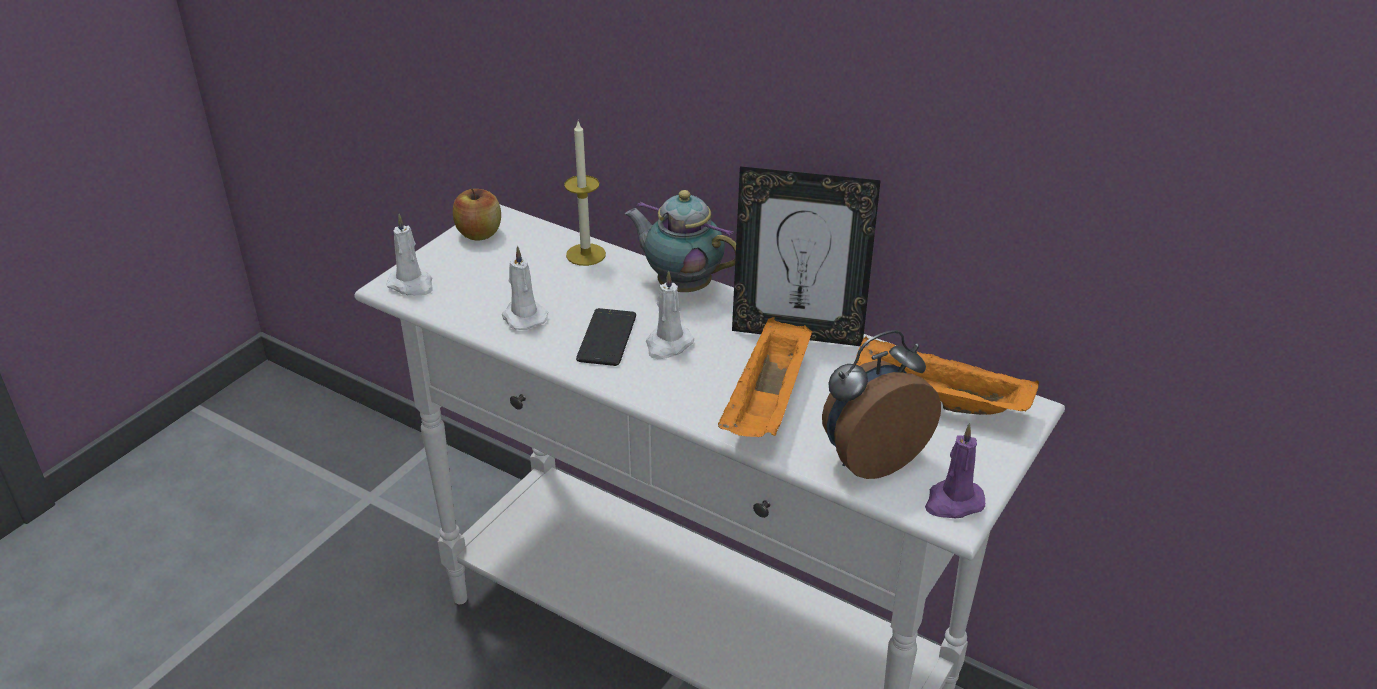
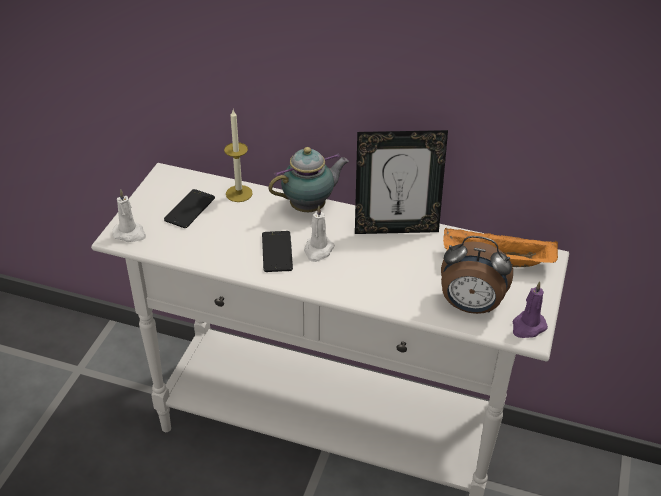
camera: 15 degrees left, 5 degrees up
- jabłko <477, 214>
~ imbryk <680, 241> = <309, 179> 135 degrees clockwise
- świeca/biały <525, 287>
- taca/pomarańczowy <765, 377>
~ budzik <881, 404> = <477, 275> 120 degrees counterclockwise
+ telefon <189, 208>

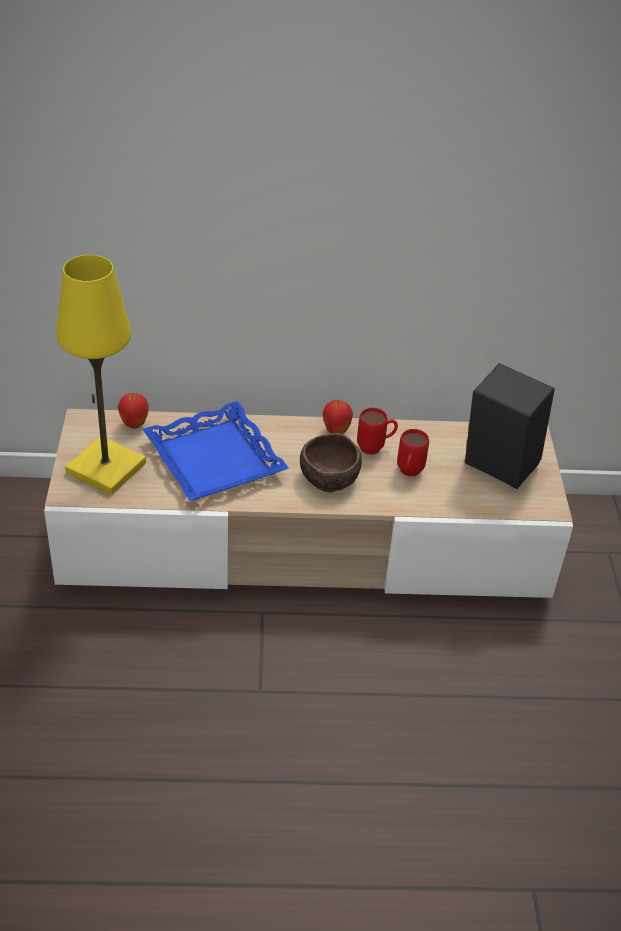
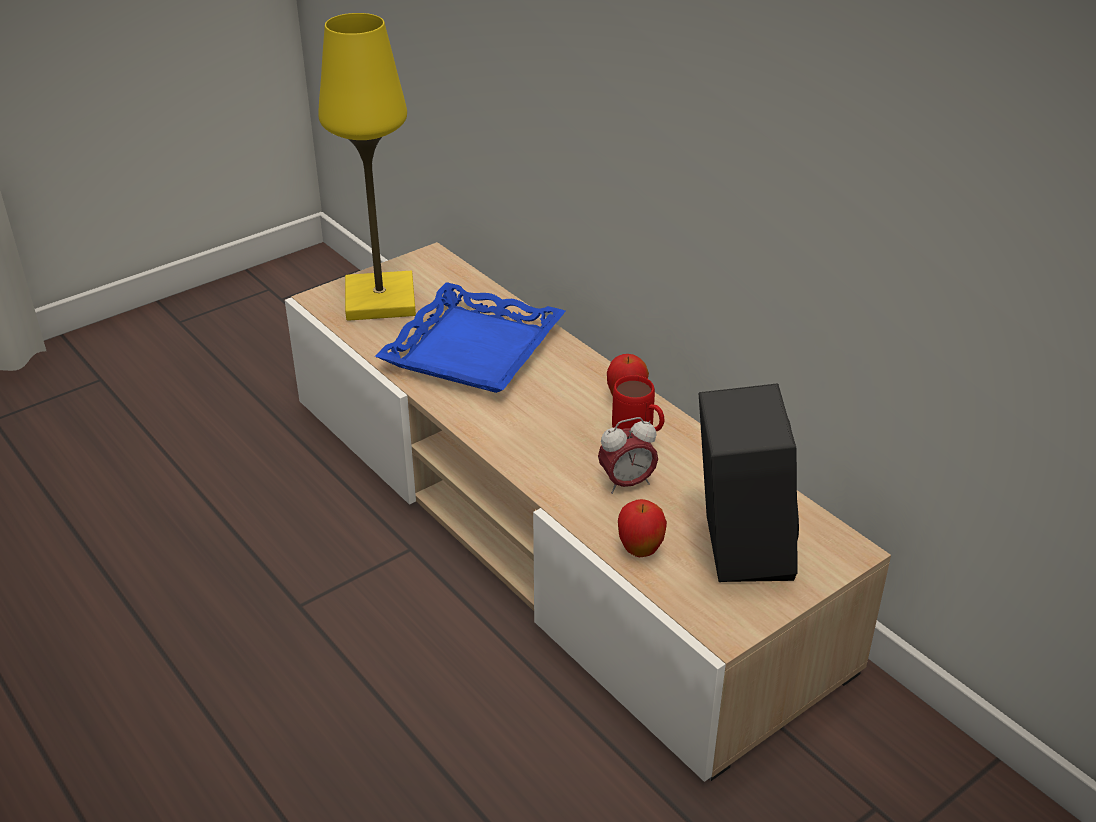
camera: 55 degrees right, 5 degrees down
~ jabłko <133, 411> to <642, 528>
~ kubek/czerwony <413, 453> to budzik <628, 455>
- miska/brązowy <331, 463>

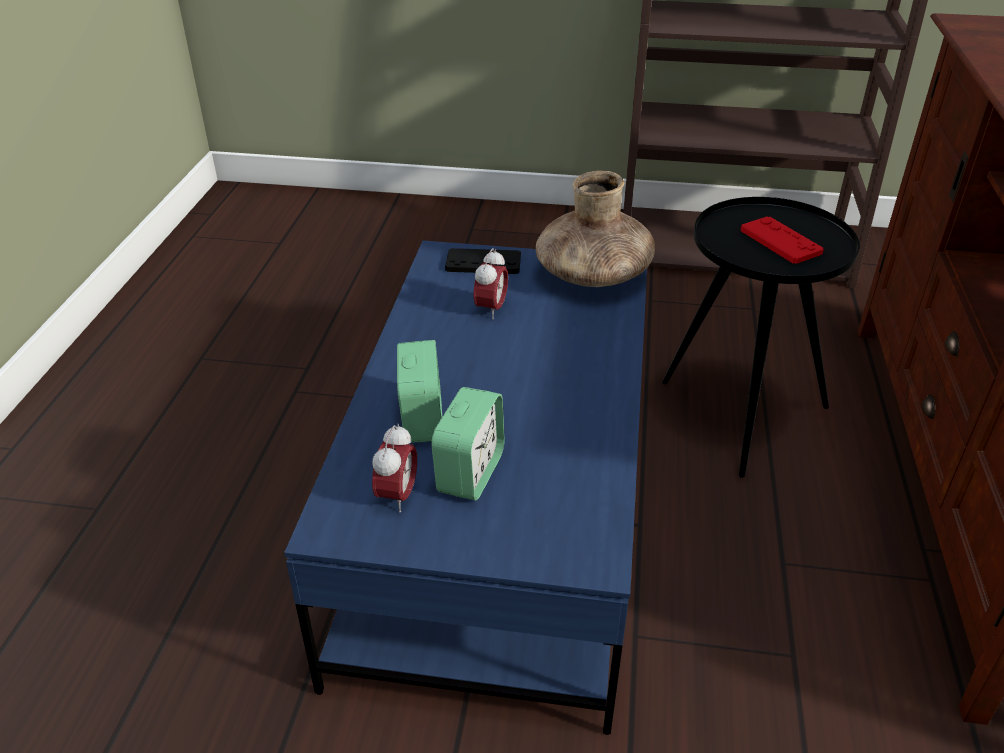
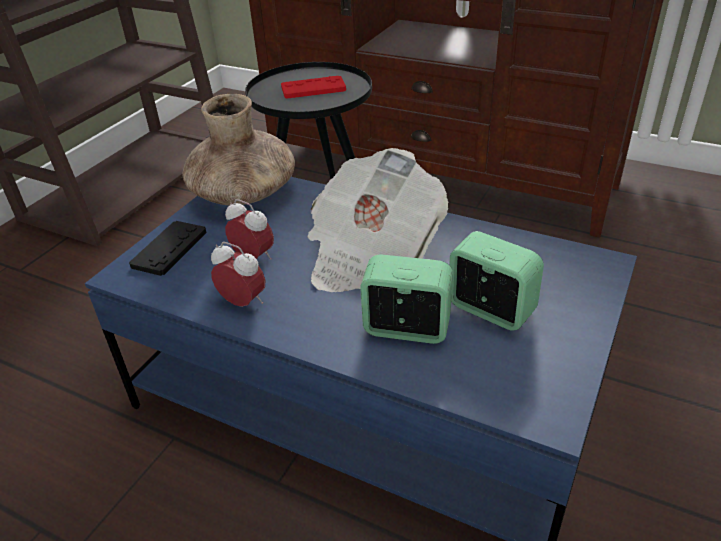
camera: 70 degrees left, 0 degrees up
~ budzik <394, 468> to <238, 274>
+ gazeta <378, 220>

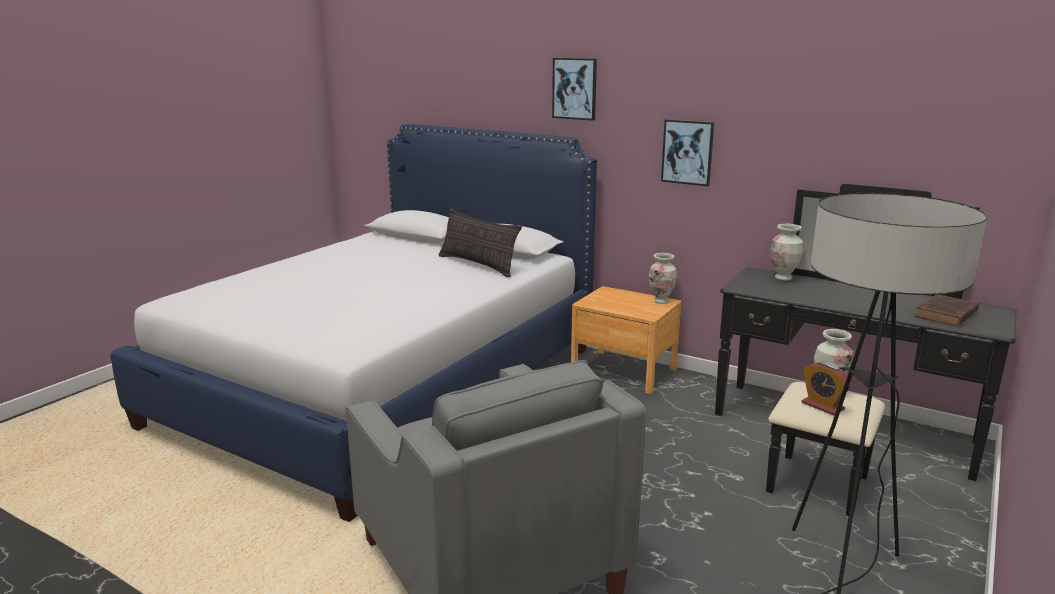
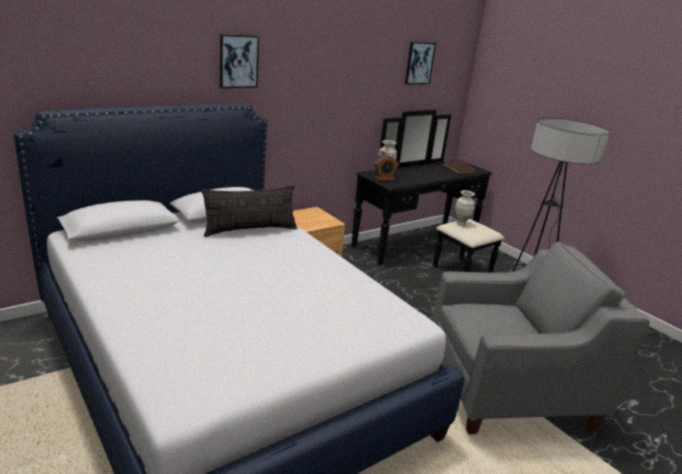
camera: 70 degrees left, 5 degrees up
~ obraz <687, 152> to <420, 63>
- wazon <663, 278>
~ budzik <826, 388> to <387, 168>

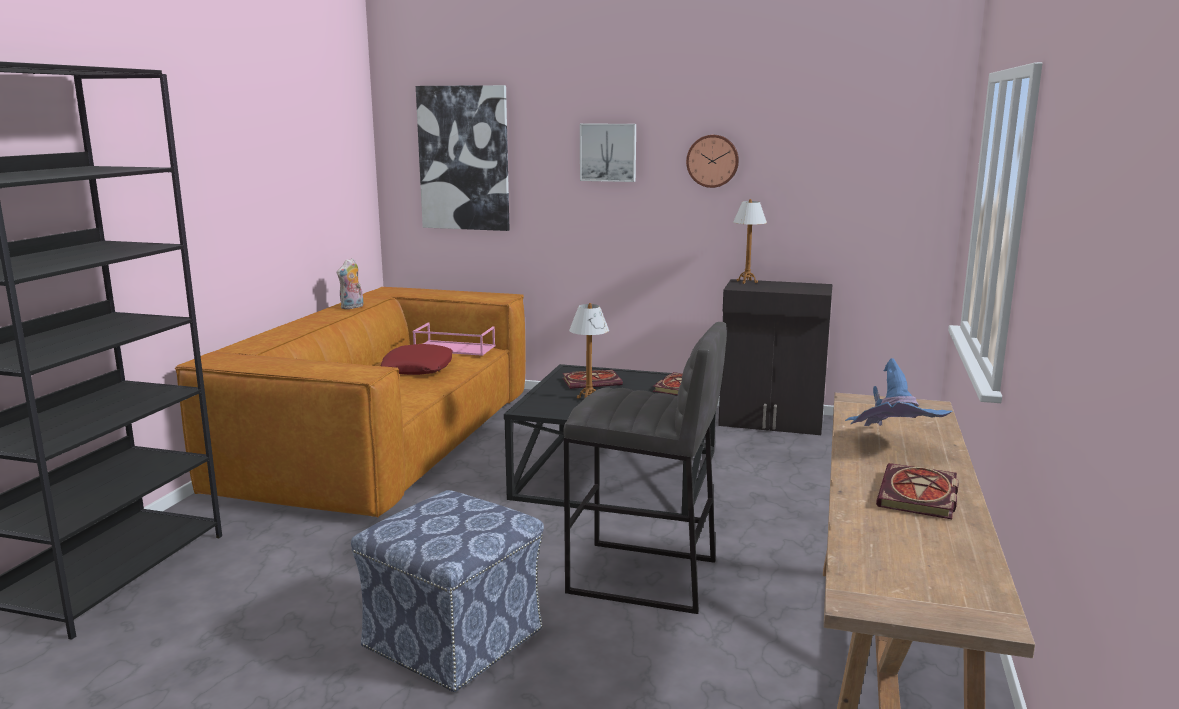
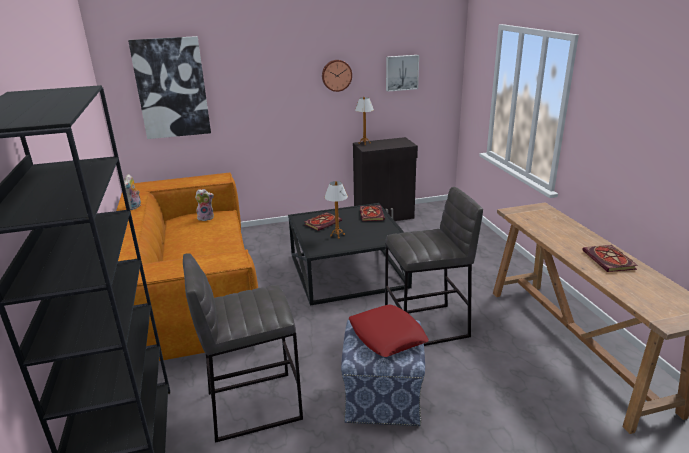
camera: 30 degrees left, 10 degrees up
~ obraz <608, 152> to <402, 73>
~ taca/różowy <454, 339> to pluszak <204, 205>
~ poduszka/czerwony <417, 359> to <389, 331>
- kapelusz/niebieski <899, 392>
+ stołek/szary <243, 348>

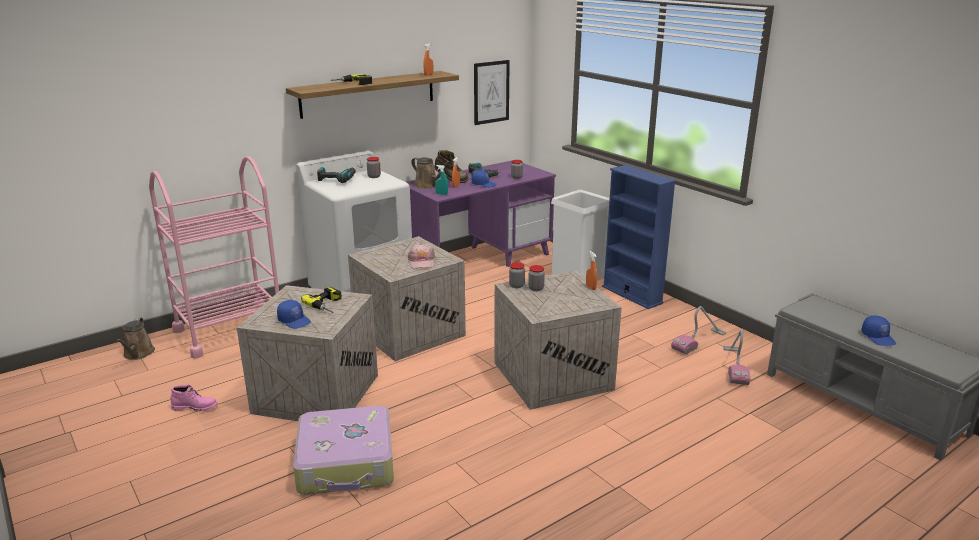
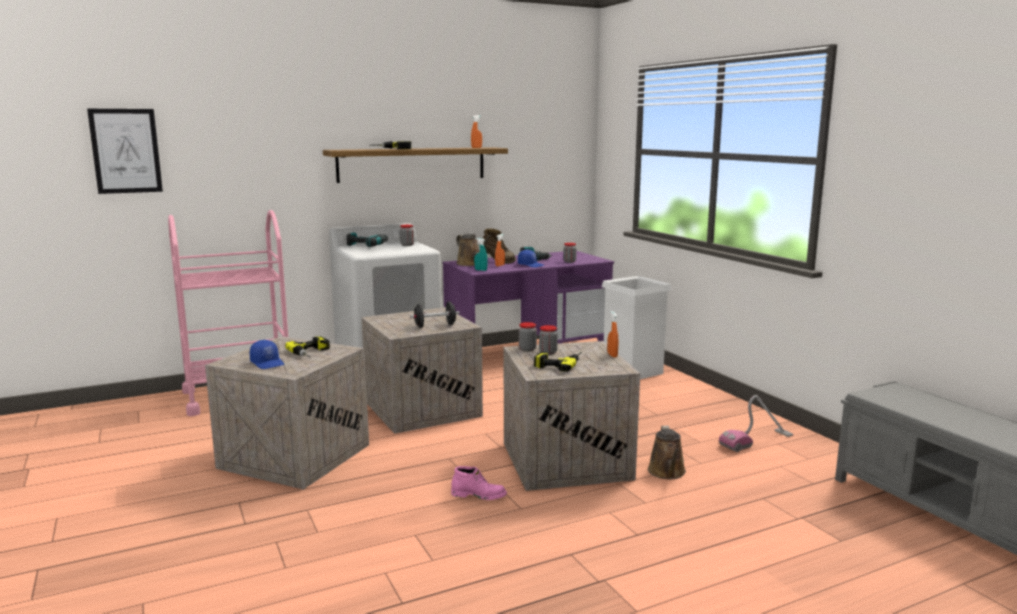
camera: 10 degrees right, 10 degrees down
~ obraz <492, 92> to <125, 151>
- regał/niebieski <639, 237>
~ czapka z daszkiem/różowy <421, 255> to hantel/czarny <434, 315>
- czapka z daszkiem/niebieski <878, 331>
~ konewka/brązowy <135, 338> to <667, 452>
- odkurzacz <736, 357>
~ but z cholewką/różowy <194, 398> to <479, 483>
- walizka <343, 450>
+ wiertarka <558, 362>

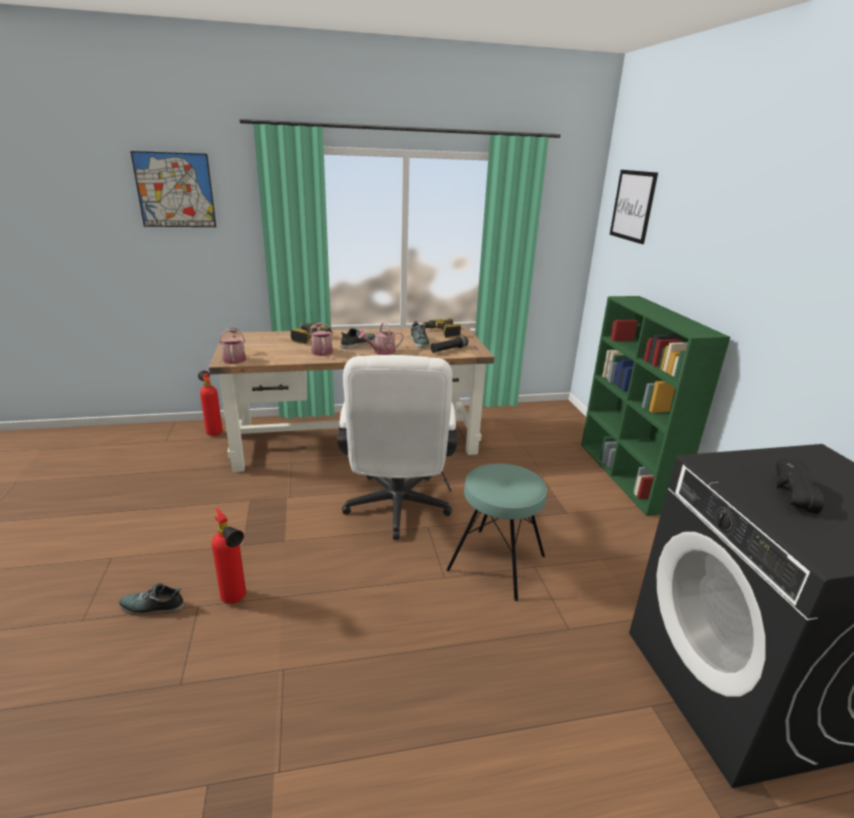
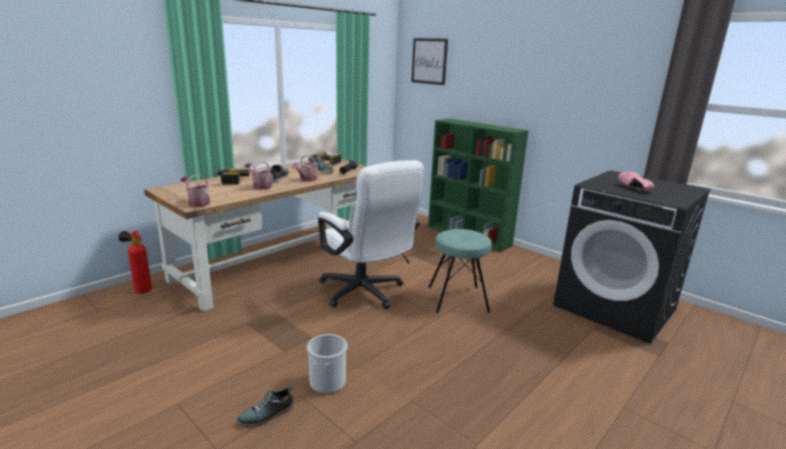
camera: 35 degrees left, 5 degrees down
- obraz <173, 189>
~ but/czarny <800, 486> to but/różowy <636, 182>
~ gaśnica <229, 556> to wiadro <327, 364>

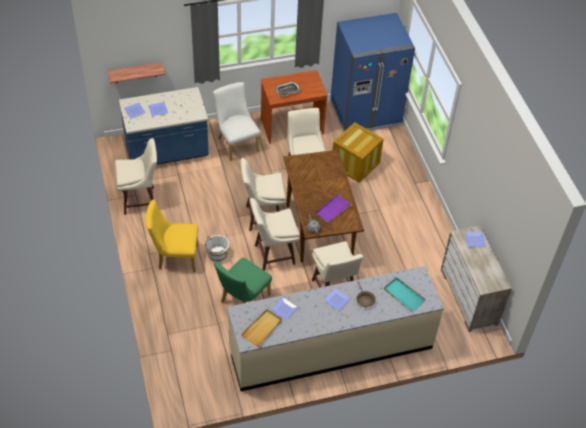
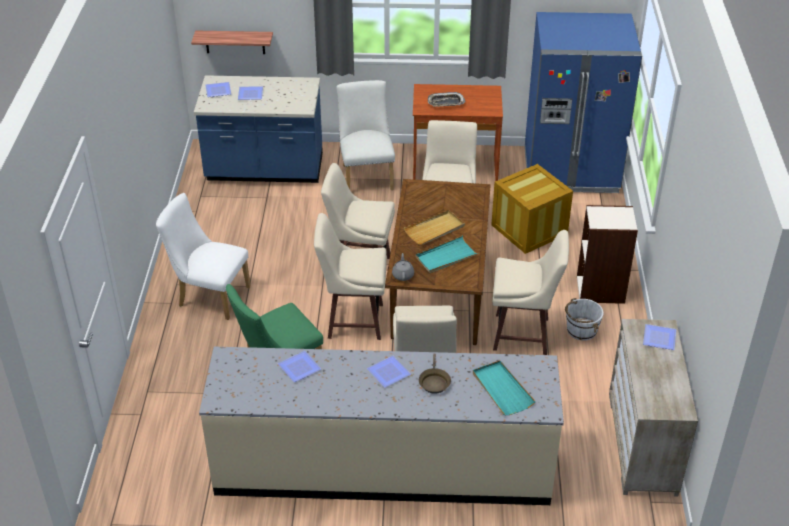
camera: 20 degrees right, 10 degrees down
~ stołek/beżowy <136, 176> to <531, 292>
~ taca/fioletowy <334, 208> to taca/turkusowy <447, 254>
~ krzesło/żółty <172, 235> to krzesło/biały <203, 256>
~ wiadro/biały <217, 248> to <584, 319>
~ taca/beżowy <261, 327> to <434, 227>
+ regał <607, 254>

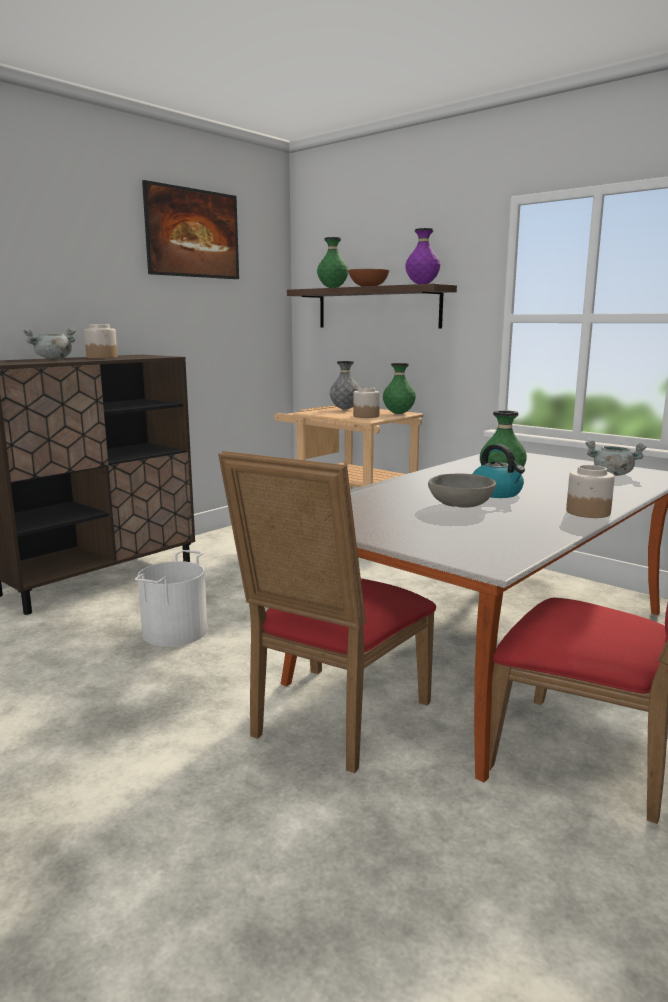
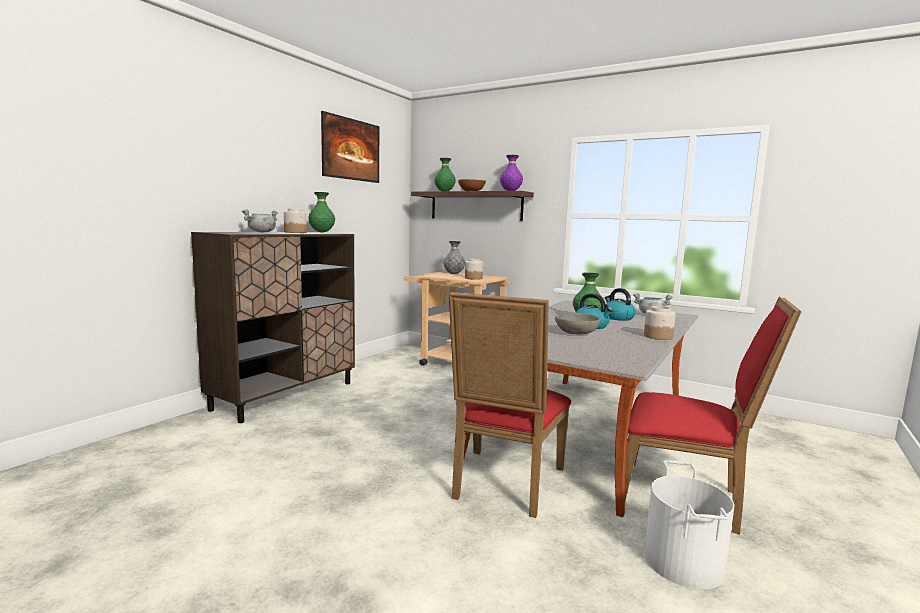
camera: 10 degrees left, 5 degrees down
~ wazon/zielony <399, 388> to <321, 212>
~ wiadro/biały <171, 598> to <689, 525>
+ czajnik <620, 304>

